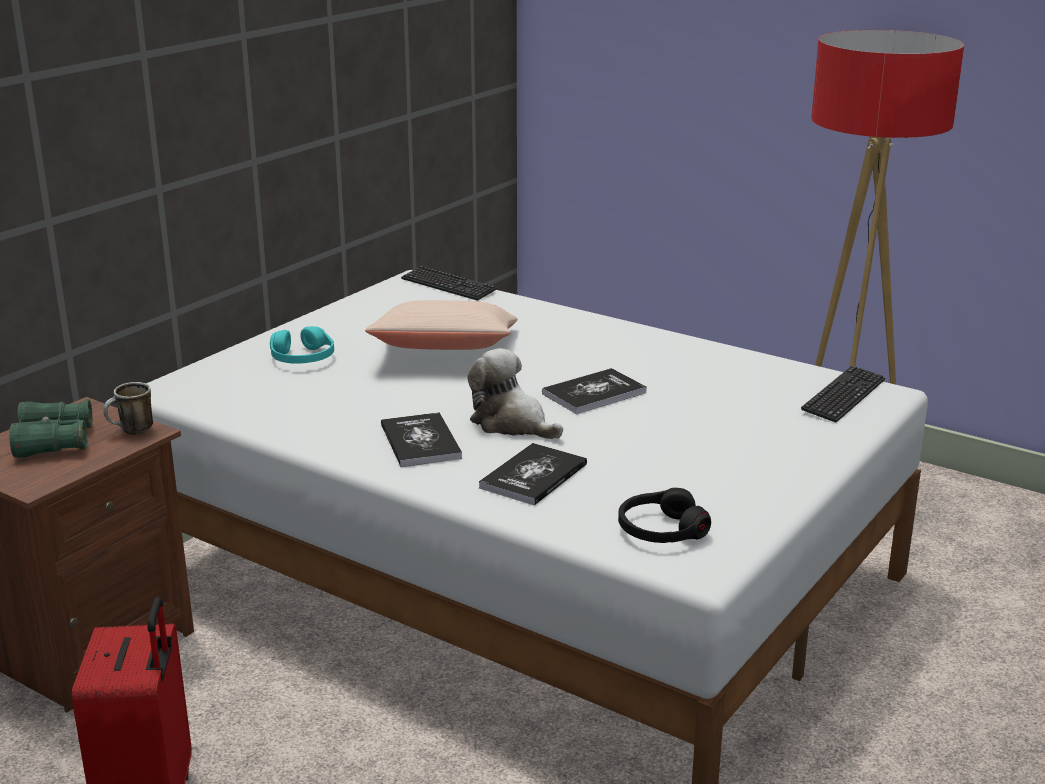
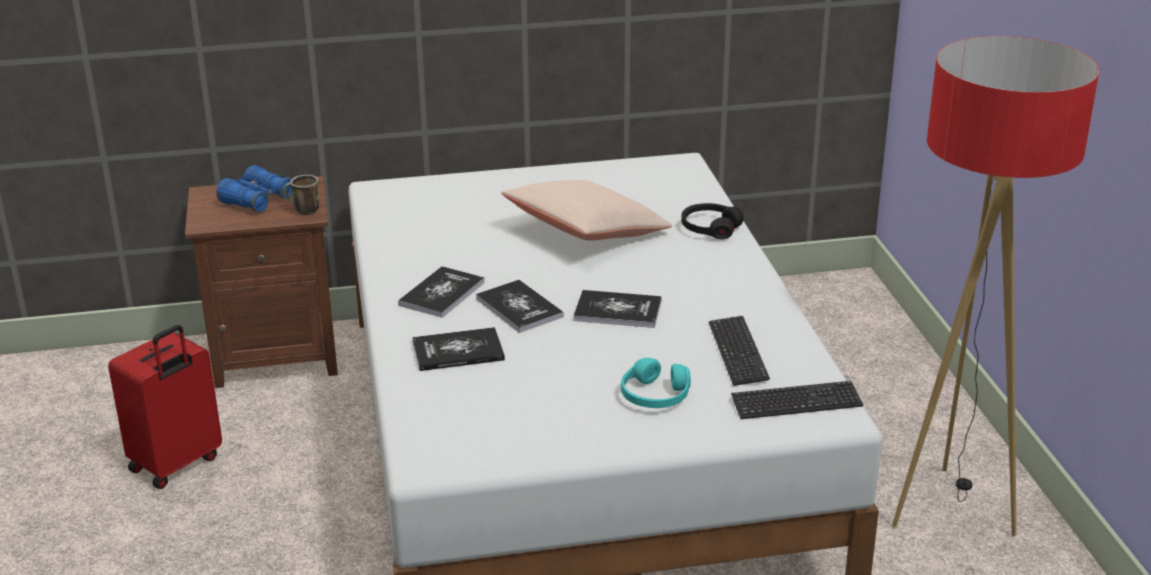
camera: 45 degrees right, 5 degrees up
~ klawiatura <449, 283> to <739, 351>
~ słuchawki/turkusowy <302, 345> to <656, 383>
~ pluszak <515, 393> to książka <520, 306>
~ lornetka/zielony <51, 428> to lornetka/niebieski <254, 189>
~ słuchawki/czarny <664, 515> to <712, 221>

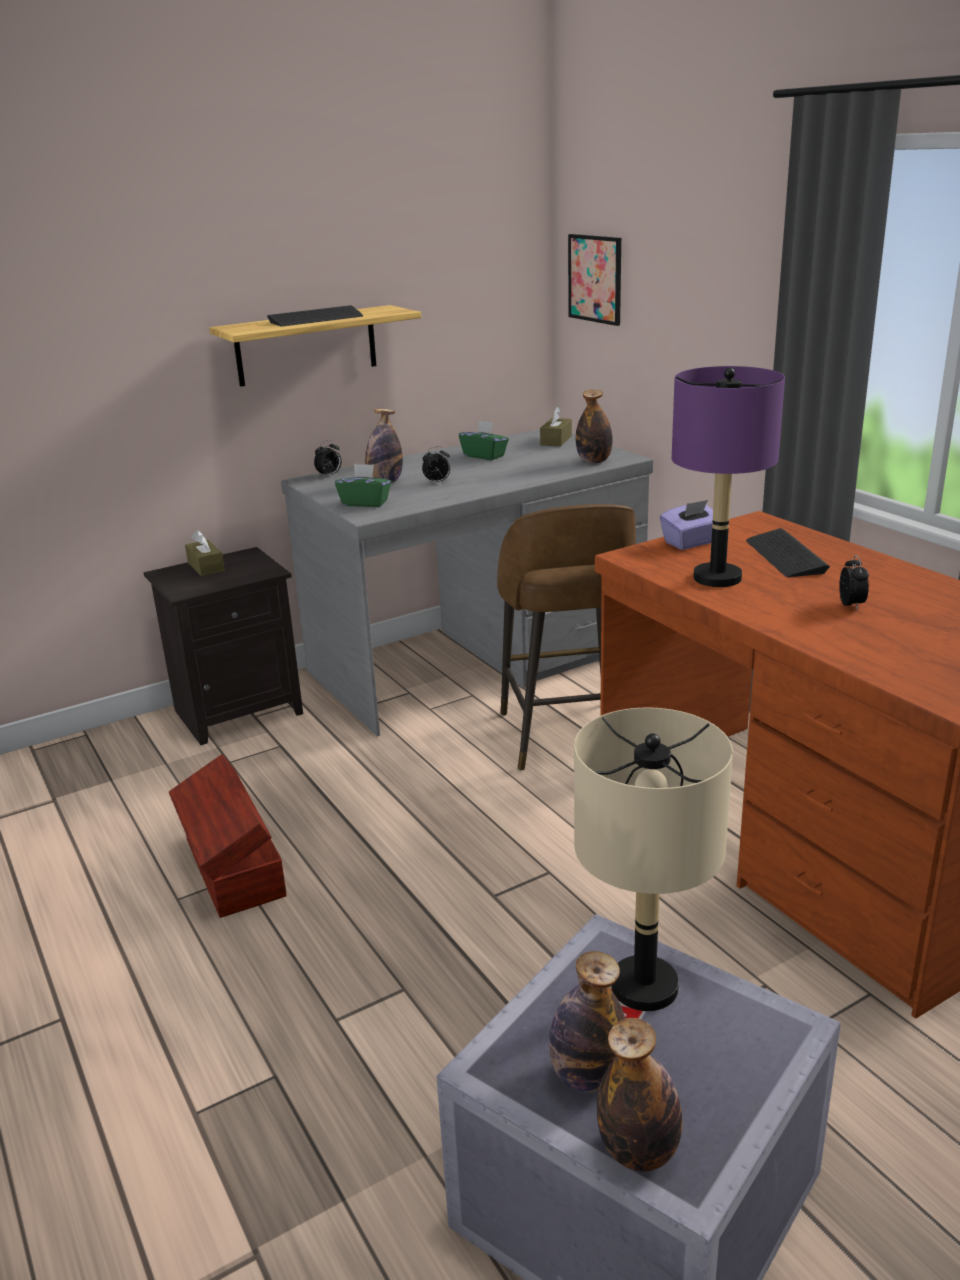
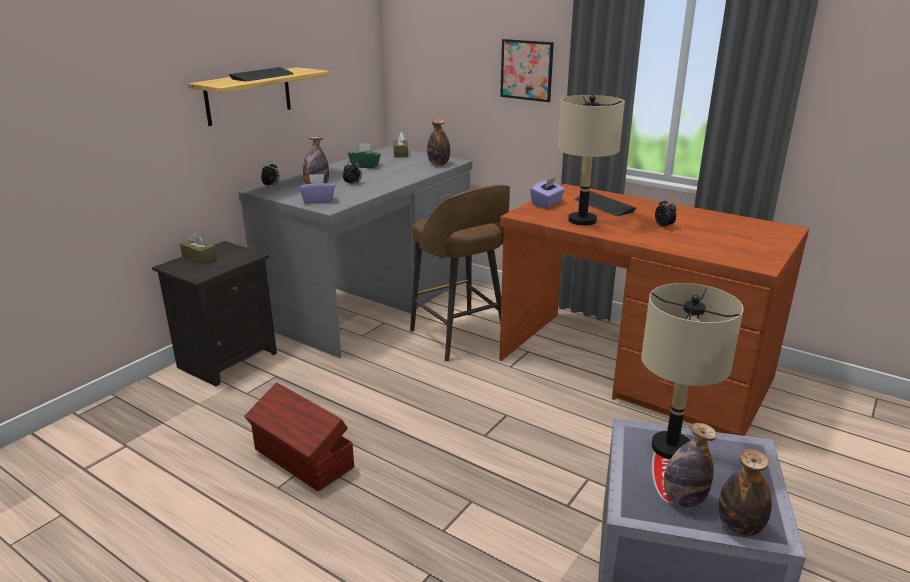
camera: 25 degrees left, 0 degrees up
~ obraz <594, 280> to <527, 70>
~ lampa stołowa/fioletowy <728, 476> to lampa stołowa/beżowy <591, 160>
~ pudełko chusteczek/zielony <363, 485> to pudełko chusteczek/fioletowy <317, 189>

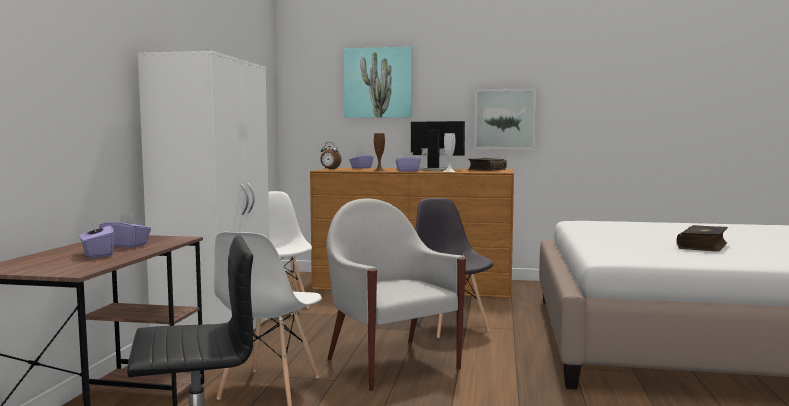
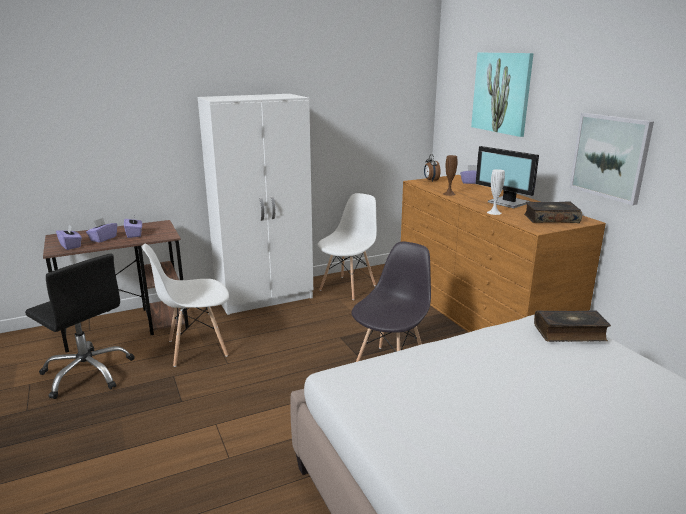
camera: 55 degrees right, 15 degrees up
~ monitor <438, 146> = <507, 177> 150 degrees clockwise
~ pudełko chusteczek/fioletowy <408, 162> to <69, 237>
- fotel/biały <396, 295>
~ książka <702, 238> to <572, 326>

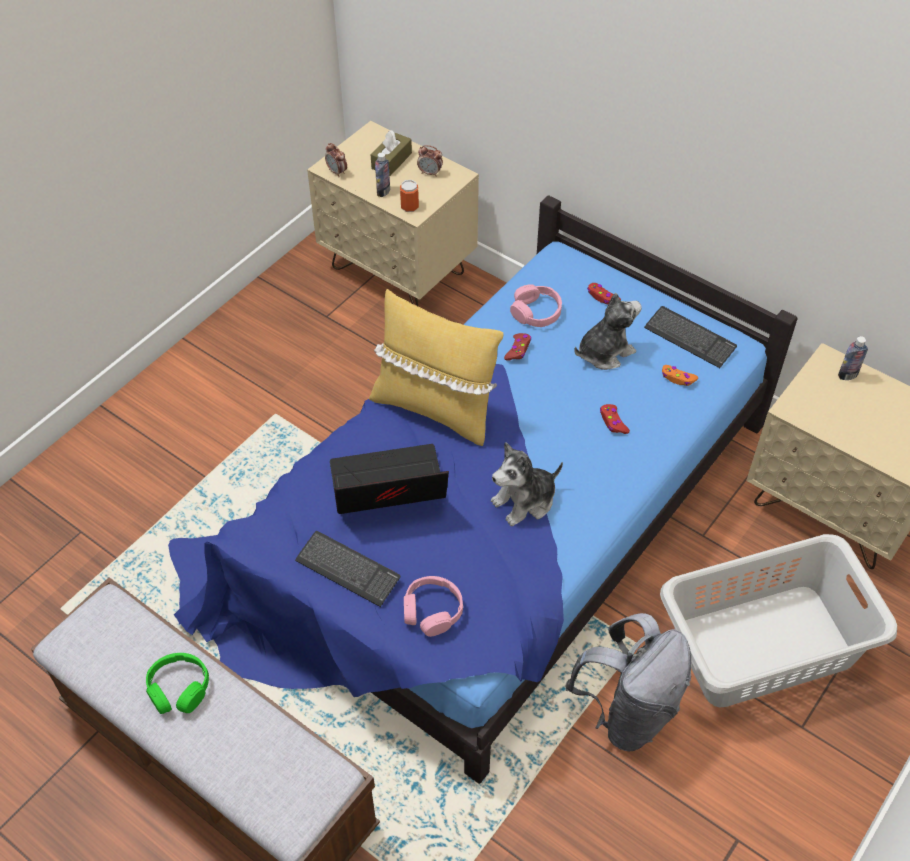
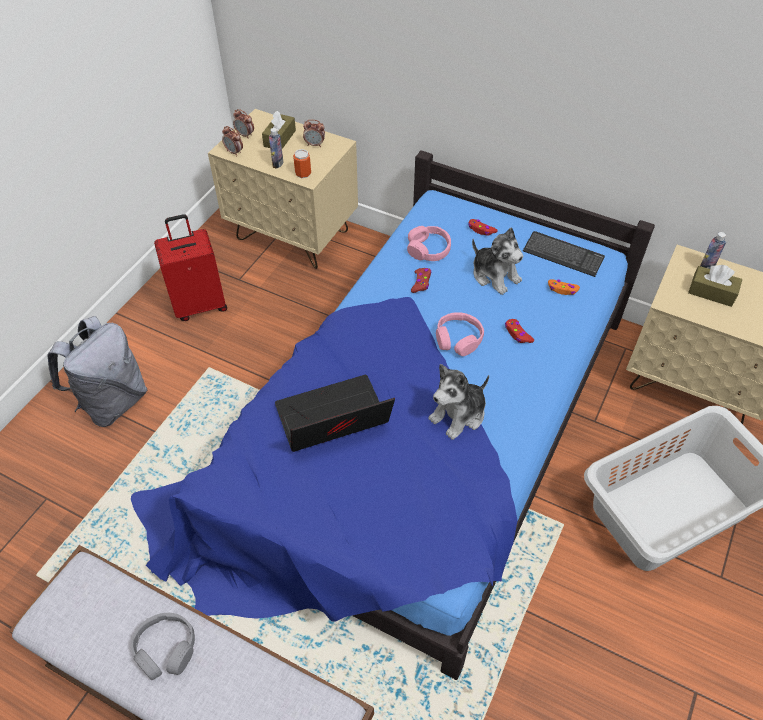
camera: 10 degrees left, 0 degrees up
- poduszka/żółty <436, 367>
~ pluszak <608, 331> = <498, 261> 90 degrees clockwise
- klawiatura <348, 569>
~ słuchawki/różowy <433, 606> to <460, 334>
~ plecak/szary <628, 682> to <97, 371>
~ słuchawki/zielony <177, 683> to słuchawki/szary <163, 646>
+ budzik <243, 124>
+ walizka/czerwony <190, 267>
+ pudełko chusteczek/brązowy <715, 286>

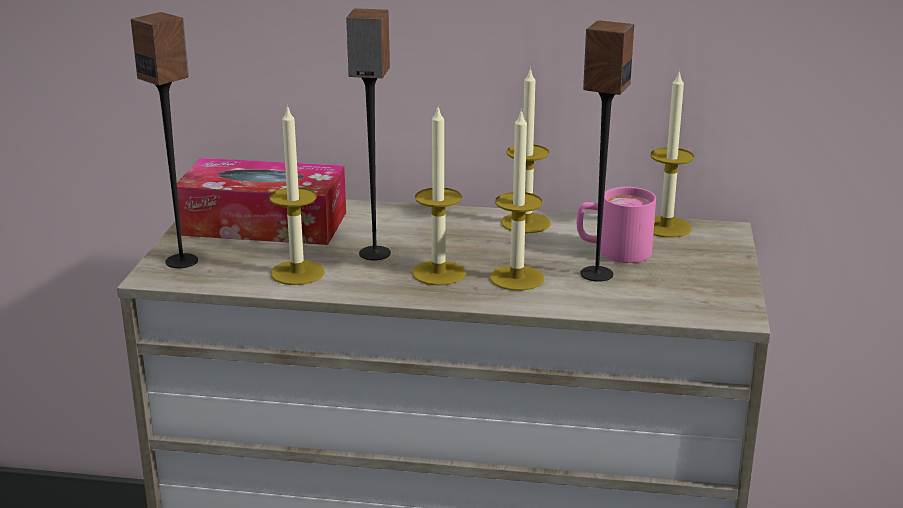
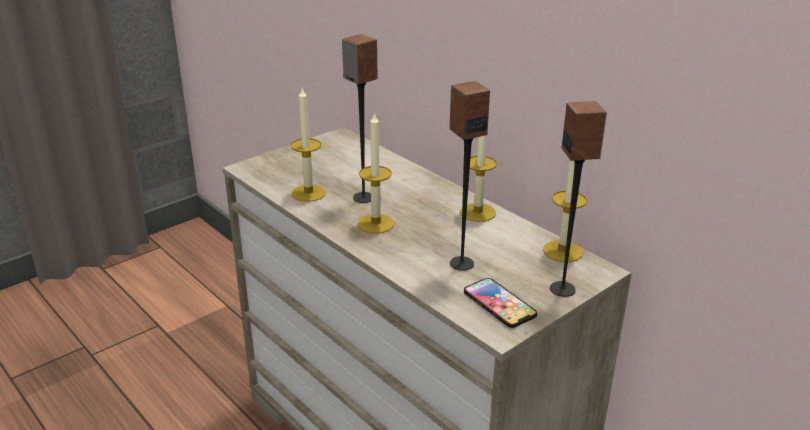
camera: 40 degrees right, 5 degrees up
~ głośnik <164, 140> to <578, 199>
- świeca <517, 200>
- pudełko chusteczek <261, 201>
- kubek/różowy <616, 225>
+ telefon <500, 303>

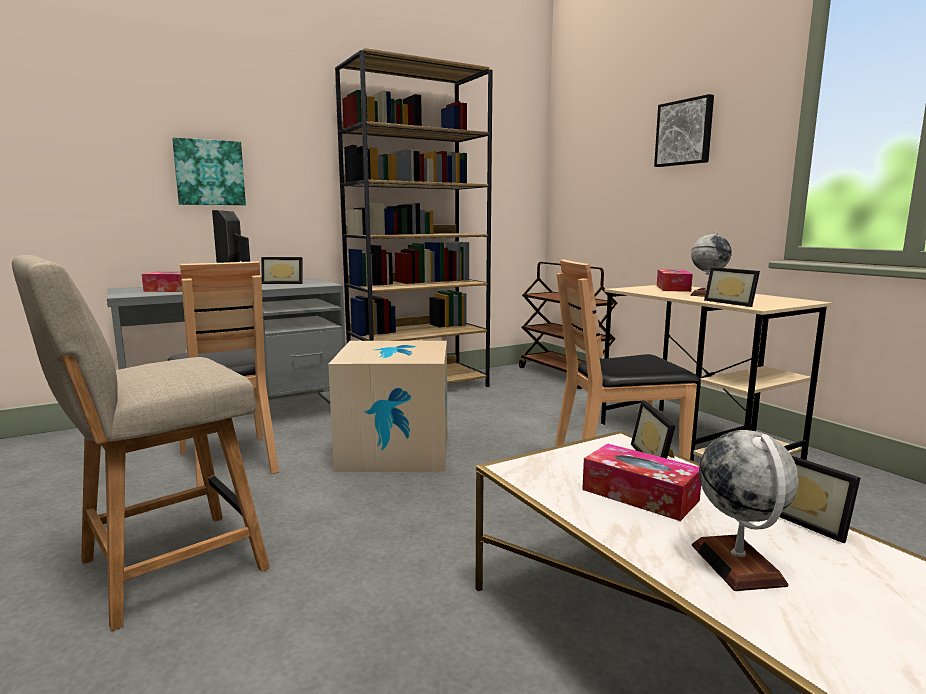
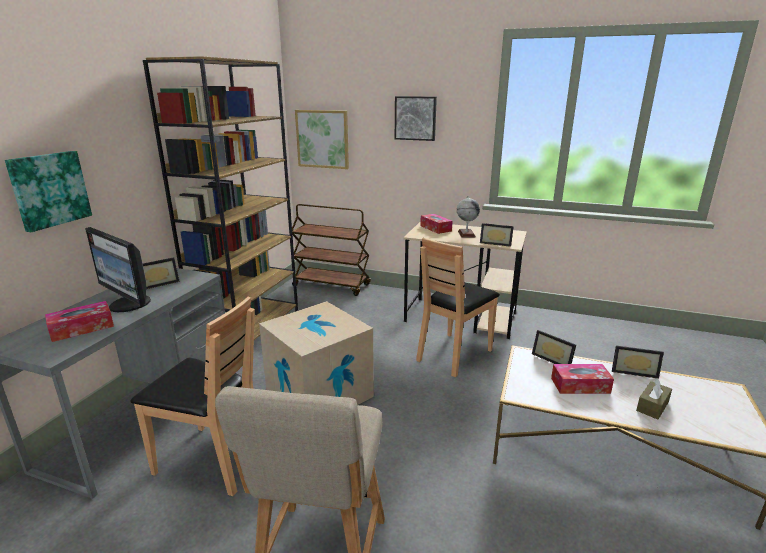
camera: 40 degrees left, 10 degrees up
~ globus <745, 510> to pudełko chusteczek/brązowy <654, 398>
+ obraz <322, 139>

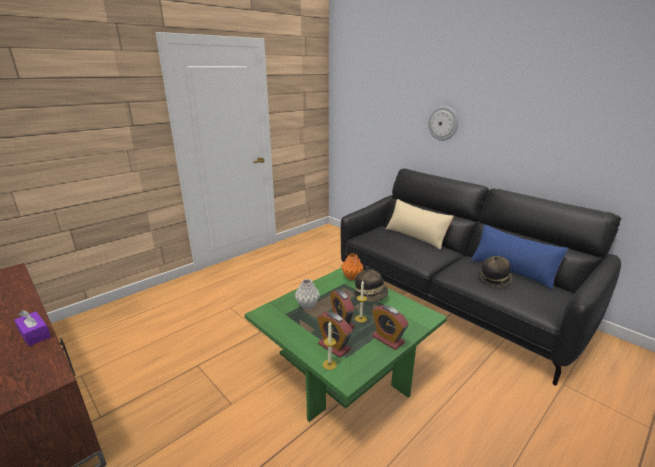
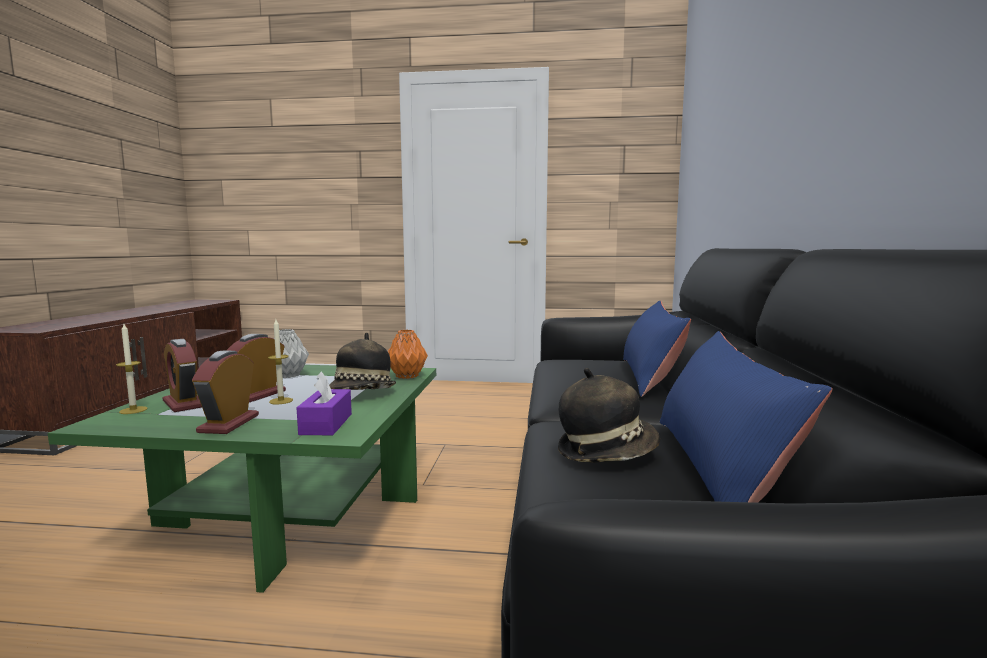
camera: 50 degrees right, 15 degrees down
- zegar ścienny <443, 123>
~ poduszka/beżowy <420, 224> to poduszka/niebieski <657, 348>
~ pudełko chusteczek/fioletowy <32, 328> to <324, 403>
~ budzik <335, 335> = <182, 375> 45 degrees counterclockwise

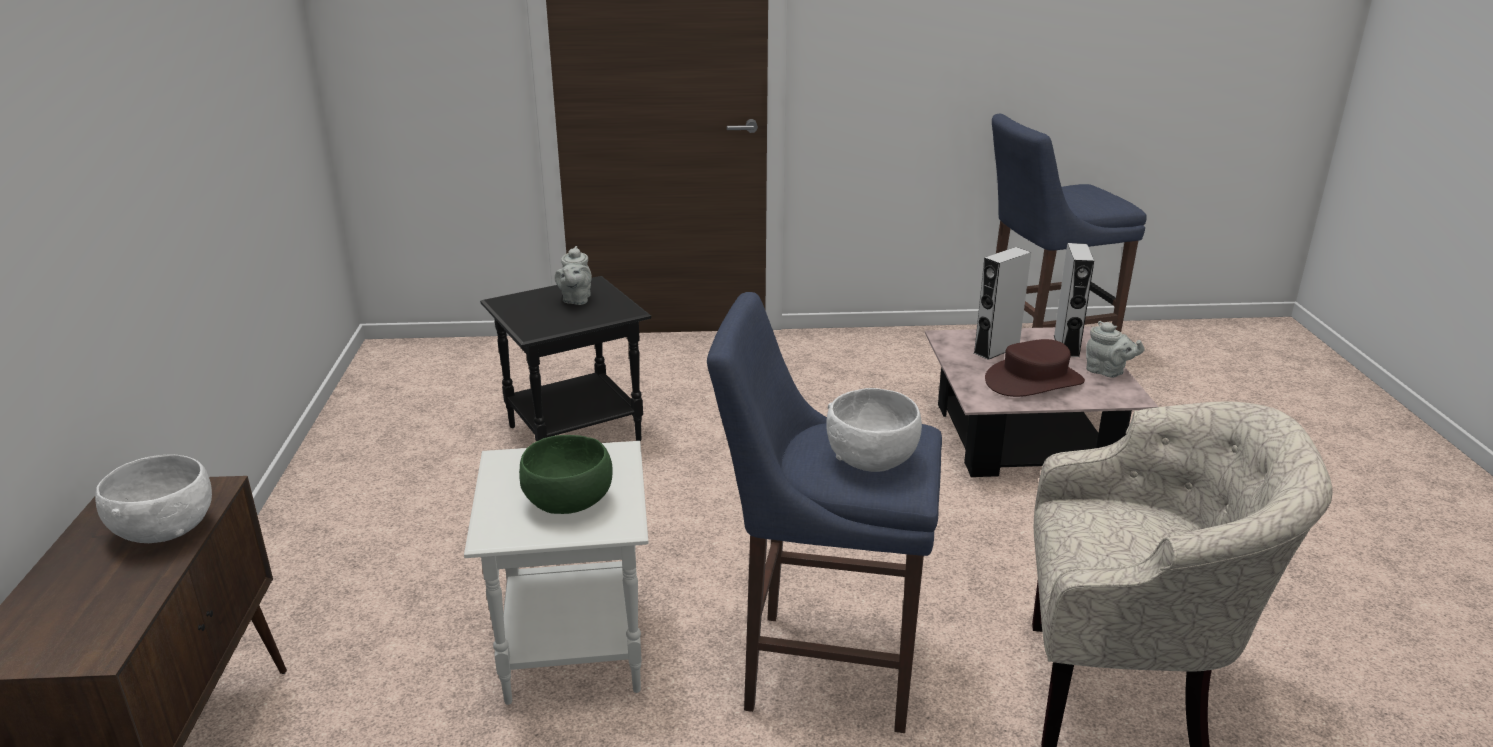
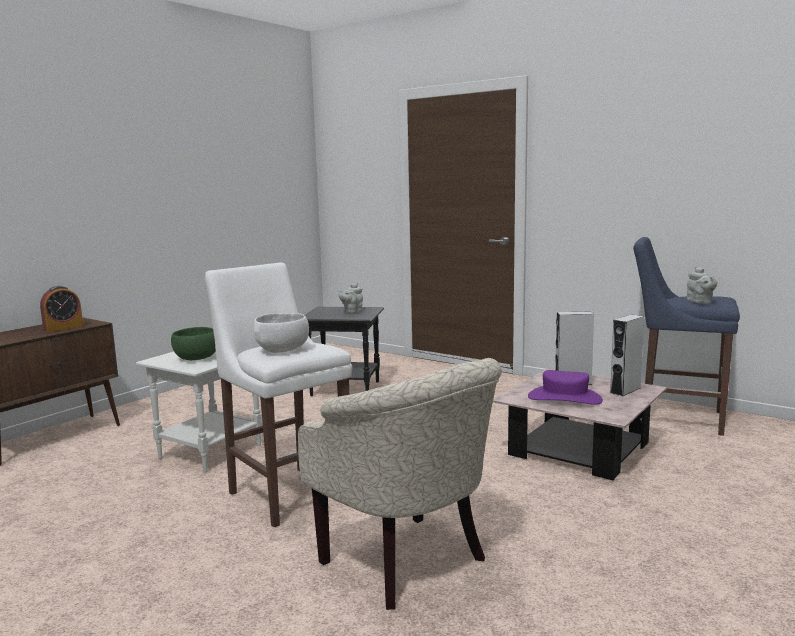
camera: 40 degrees right, 15 degrees down
~ stołek/niebieski <824, 512> to stołek/biały <278, 394>
~ imbryk/szary <1115, 349> to <702, 285>
~ kapelusz/brązowy <1035, 368> to kapelusz/fioletowy <565, 387>
~ miska/biały <153, 498> to budzik <61, 309>

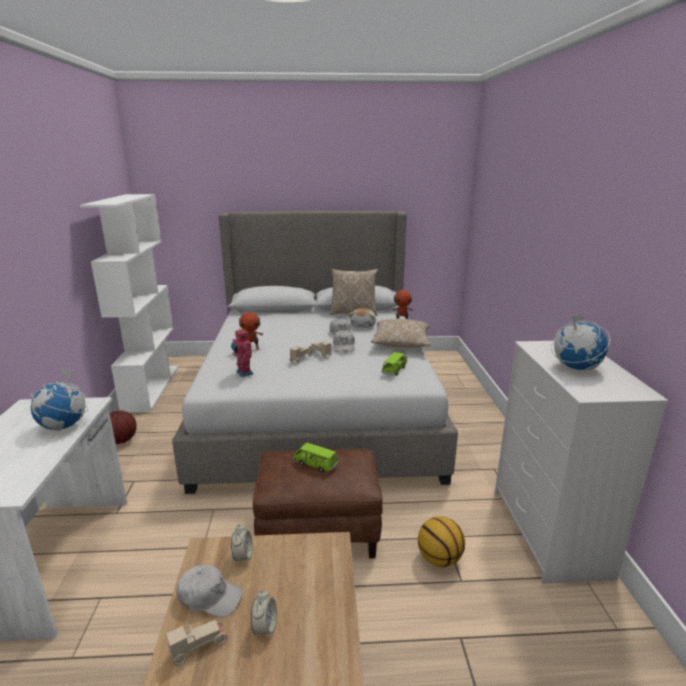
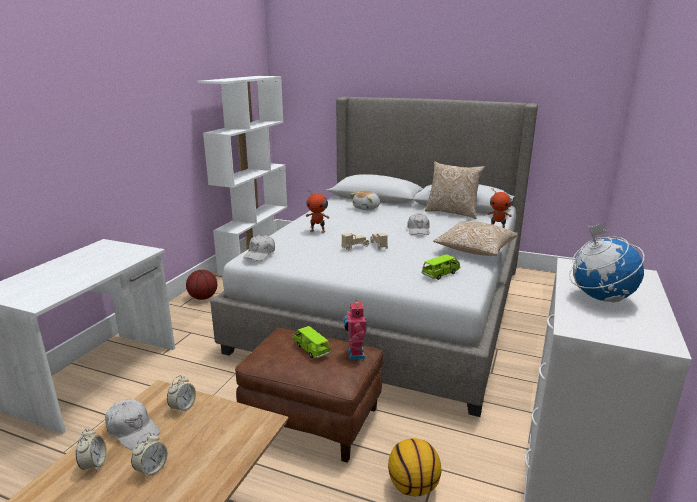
camera: 25 degrees right, 0 degrees up
~ pluszak <362, 318> to <365, 200>
~ robot zabawkowy <242, 352> to <355, 331>
~ czapka z daszkiem/biały <344, 341> to <259, 248>
- globus <59, 399>
~ samochodzik/beżowy <197, 643> to budzik <91, 450>

